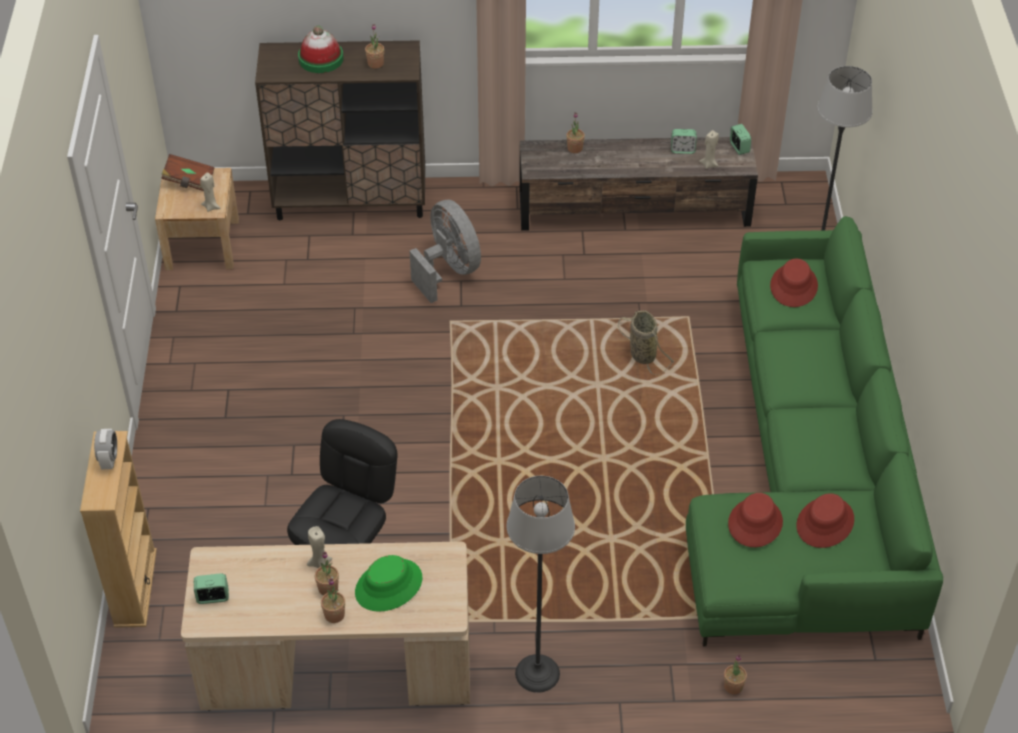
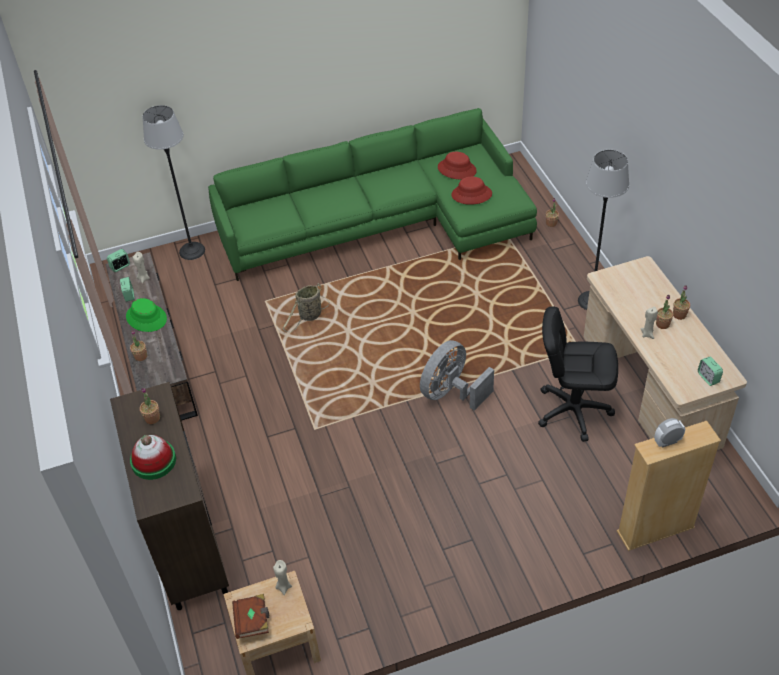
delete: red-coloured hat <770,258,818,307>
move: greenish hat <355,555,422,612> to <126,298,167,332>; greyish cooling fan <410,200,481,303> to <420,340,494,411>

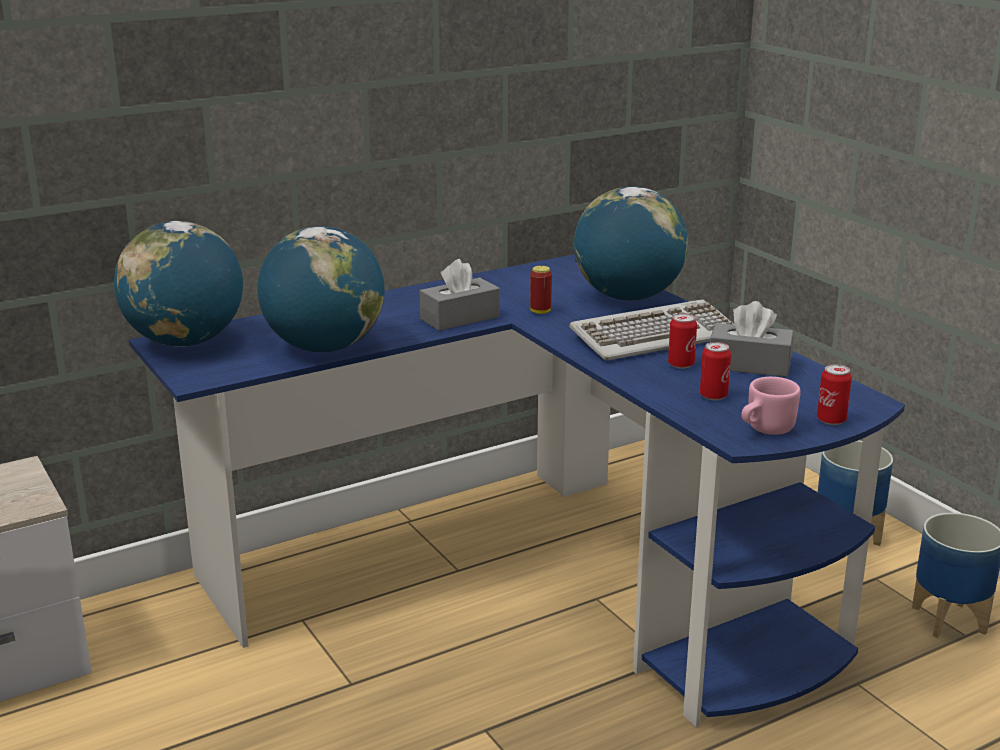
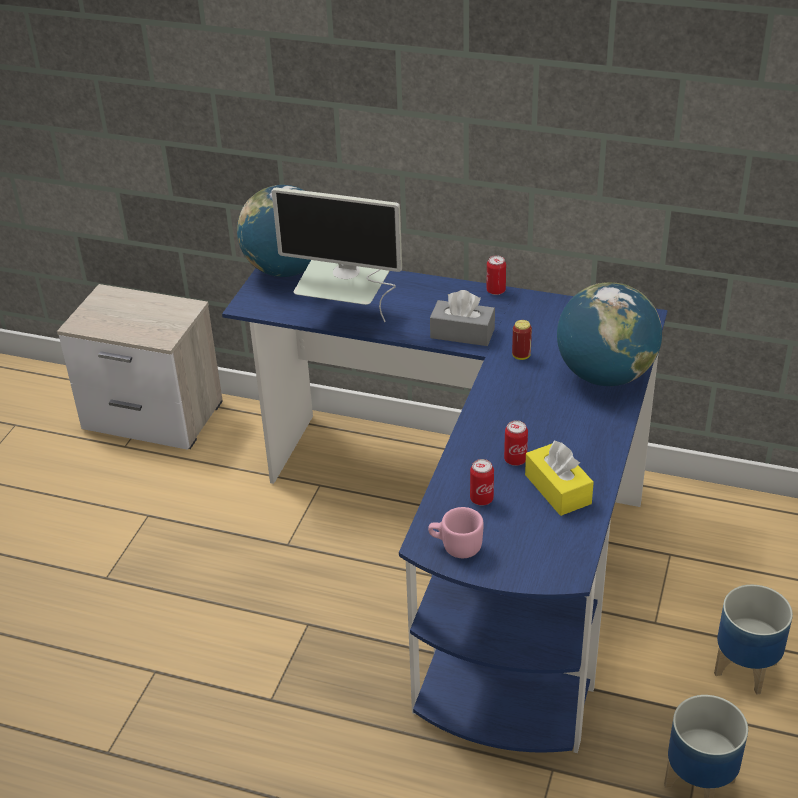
delete: keyboard <569,299,735,360>
move: can <817,364,852,425> to <487,255,506,295>
replace: globe <257,226,385,352> to monitor <272,188,402,322>
recolor: greyish tissue holder <710,301,794,377> to yellow tissue holder <525,441,594,516>

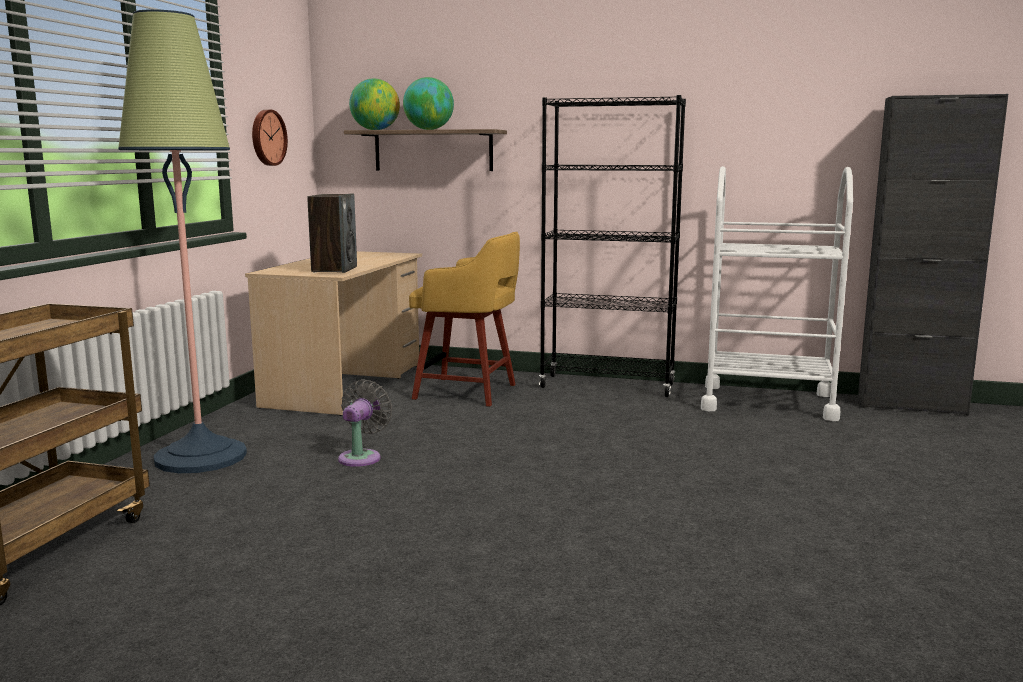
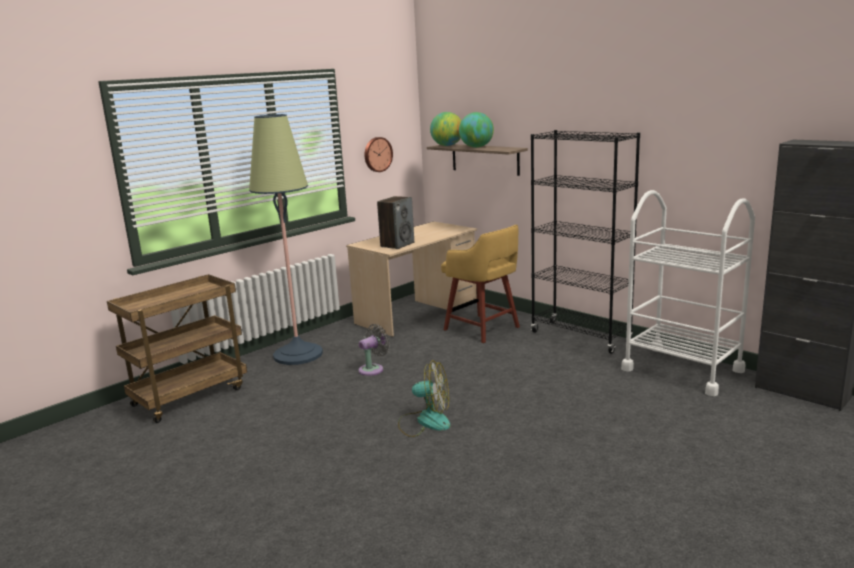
insert: cooling fan <398,360,450,437>

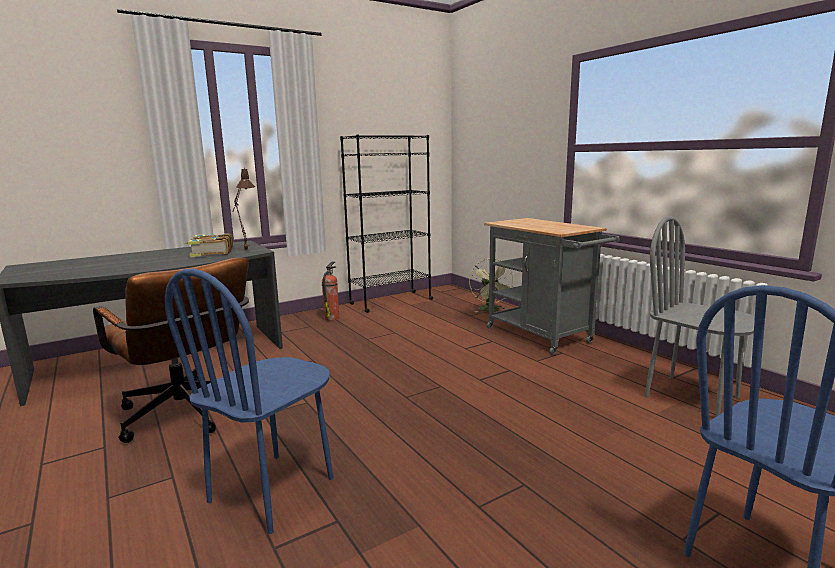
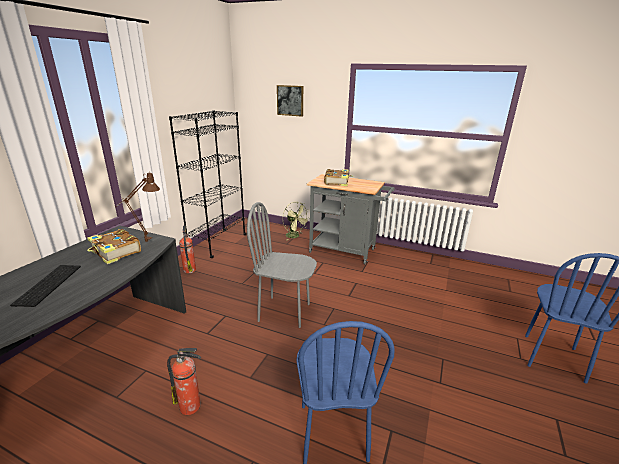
insert: keyboard <10,265,81,307>; wall art <277,85,303,117>; book <324,169,353,186>
move: greyish plain chair <645,216,755,417> to <247,202,317,328>
replace: brown-coloured desk chair <93,258,249,443> to extinguisher <167,348,201,415>

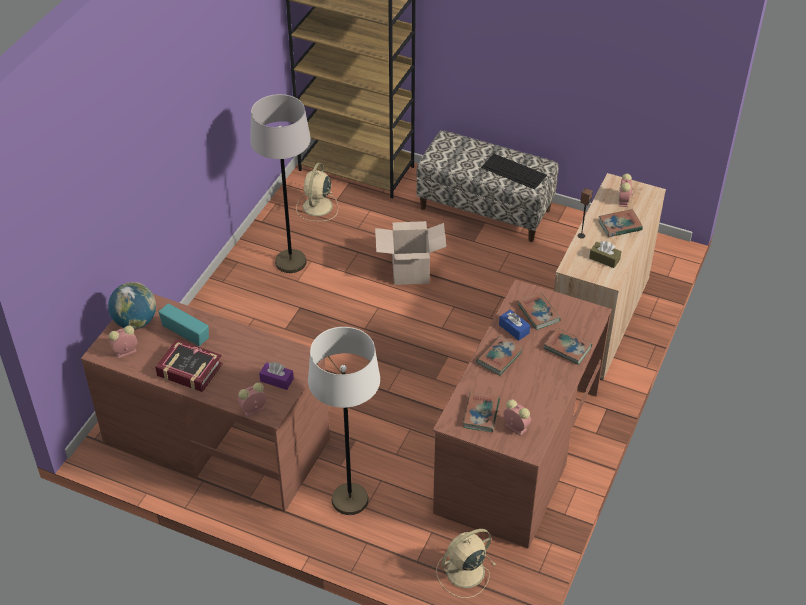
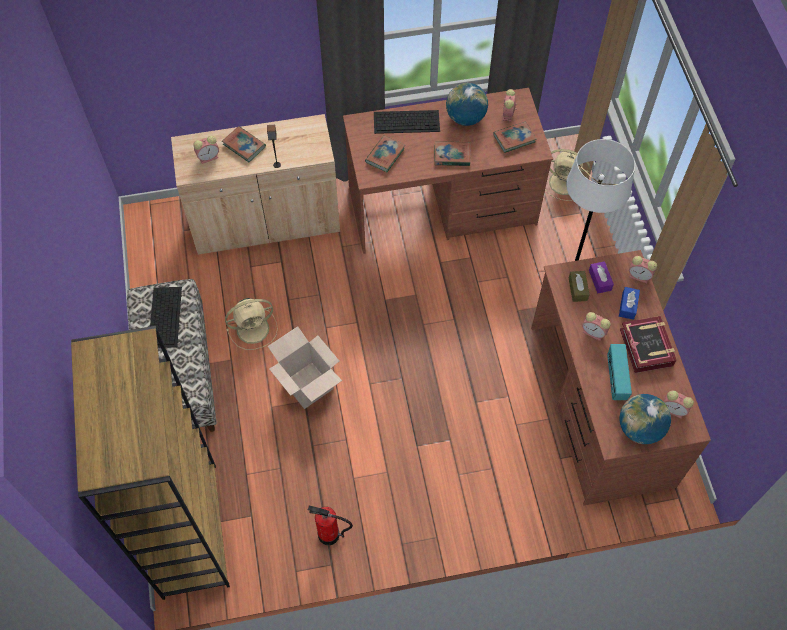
delete: greyish standing lamp <250,94,311,273>
insert: extinguisher <308,506,353,545>; globe <446,83,488,126>; alarm clock <582,312,611,341>
move: beige cooling fan <296,163,338,222> to <225,298,278,350>; blue-coloured tissue holder <499,310,530,341> to <619,287,640,320>; brown-coloured tissue holder <589,241,622,268> to <569,271,590,302>
replace: book <544,328,592,365> to keyboard <374,110,440,134>

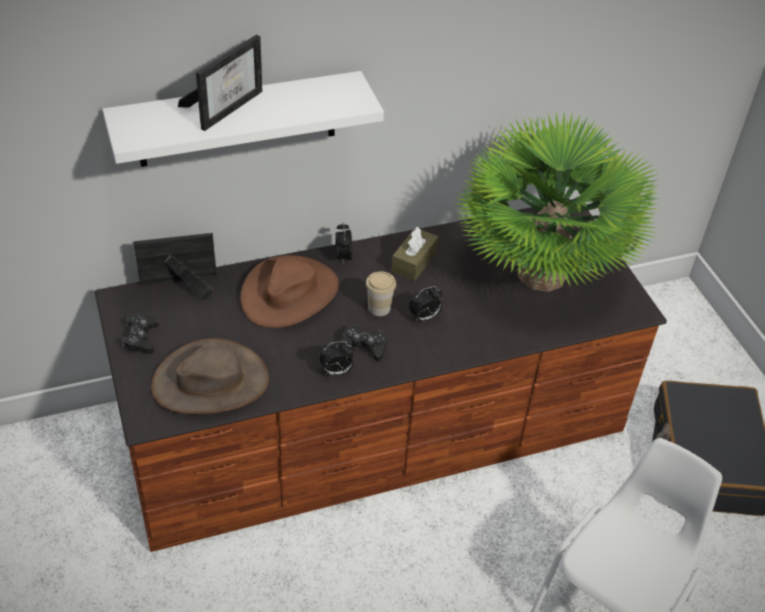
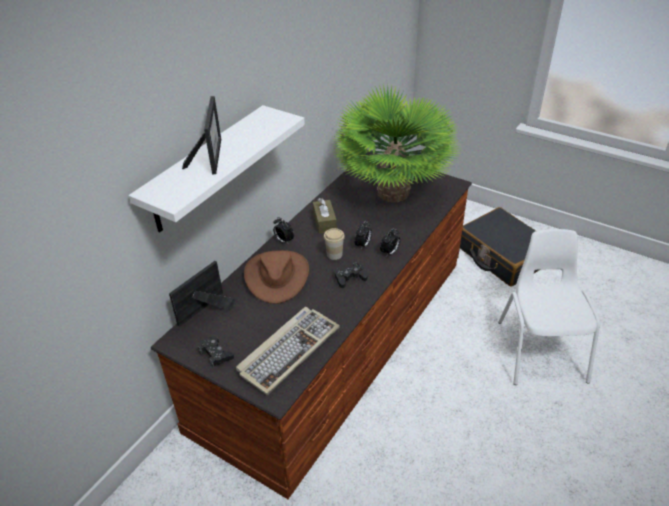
move: alarm clock <319,341,354,376> to <380,228,400,255>
replace: brown-coloured hat <151,338,269,414> to keyboard <236,307,340,395>

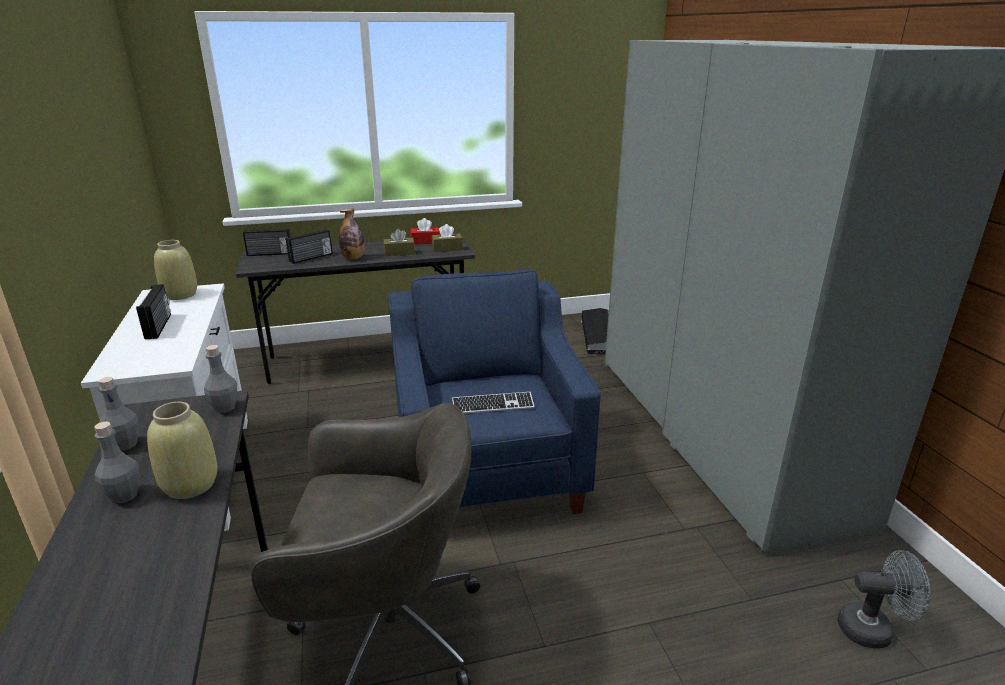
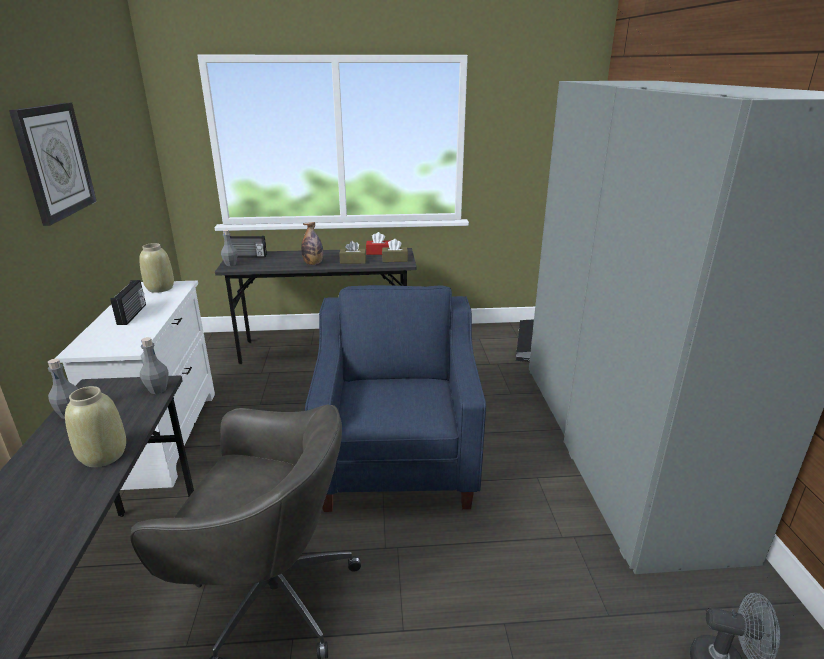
delete: radio <286,229,333,264>; keyboard <452,392,535,413>
insert: clock on the wall <9,103,97,226>
move: greyish beverage bottle <94,422,140,503> to <221,230,238,266>

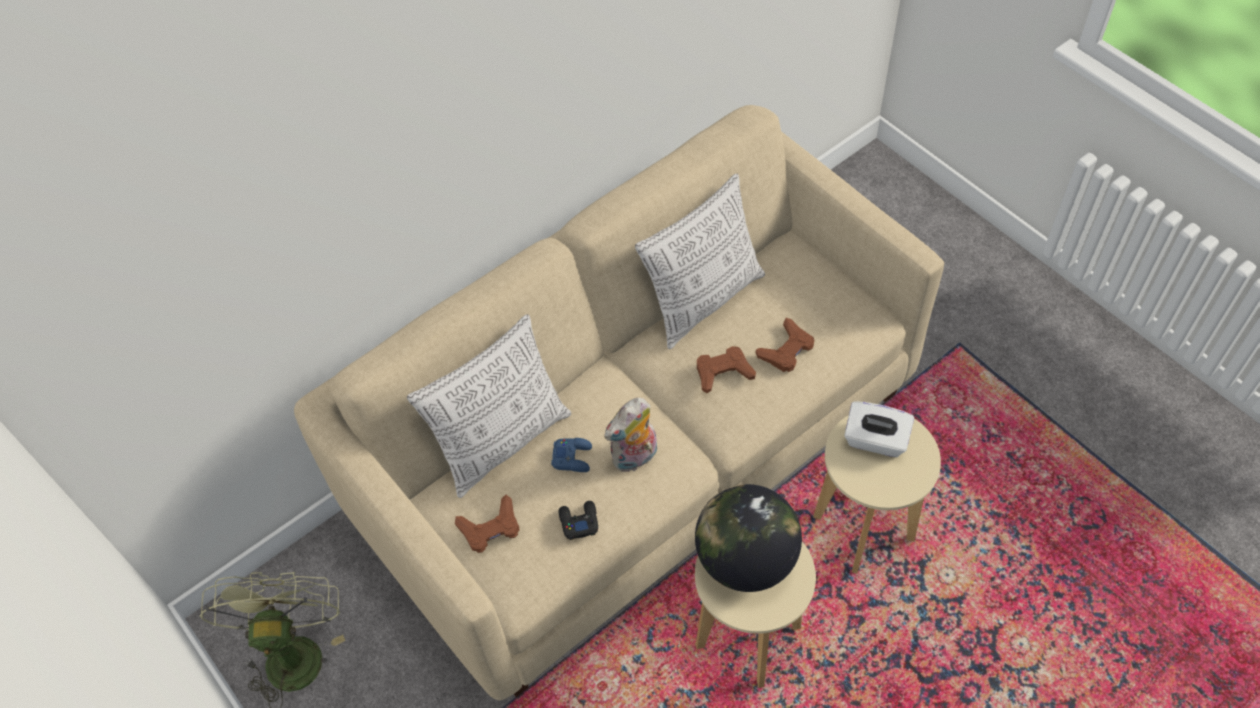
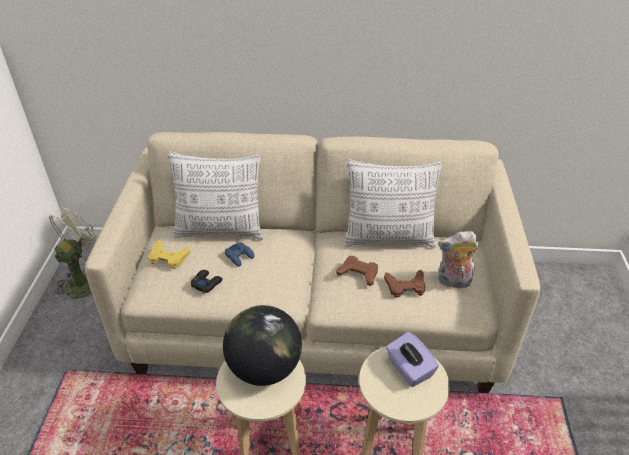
move: cuddly toy <604,398,657,472> to <438,231,479,288>
recolor: brown-coloured gamepad <455,495,520,553> to yellow gamepad <148,240,191,269>; whitish tissue holder <844,402,914,457> to purplish tissue holder <386,331,439,387>

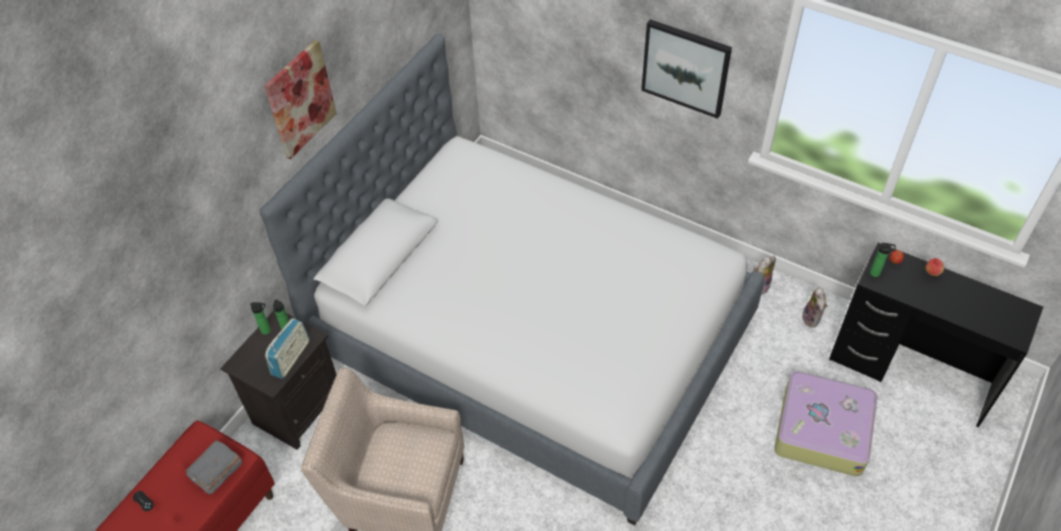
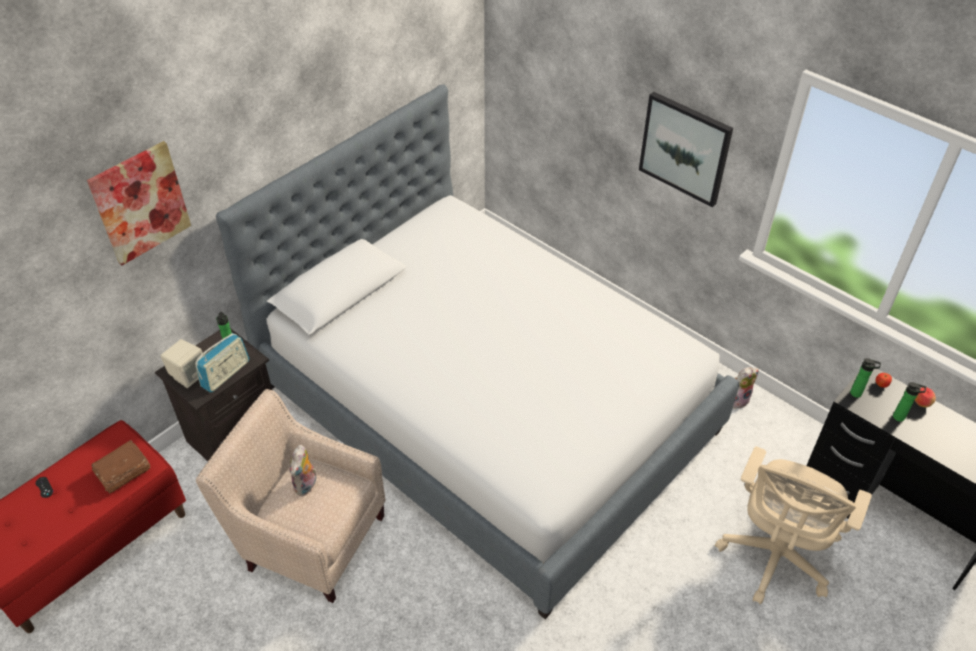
insert: beige loudspeaker <160,339,204,388>
move: beverage bottle <250,302,271,335> to <893,382,926,422>; wall art <264,40,337,159> to <87,141,191,265>; cuddly toy <801,287,828,328> to <290,445,316,496>
replace: piece of luggage <774,370,877,476> to beige desk chair <715,446,872,605>
recolor: greyish book <186,439,242,494> to brown-coloured book <91,440,150,493>

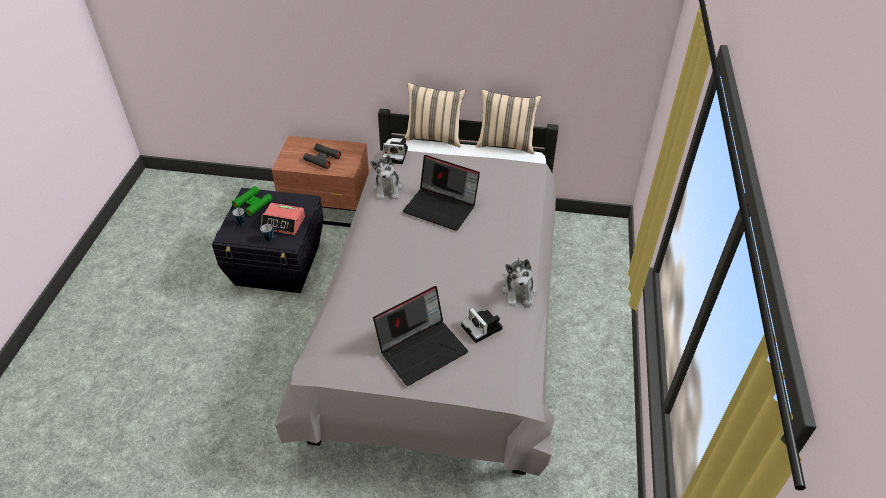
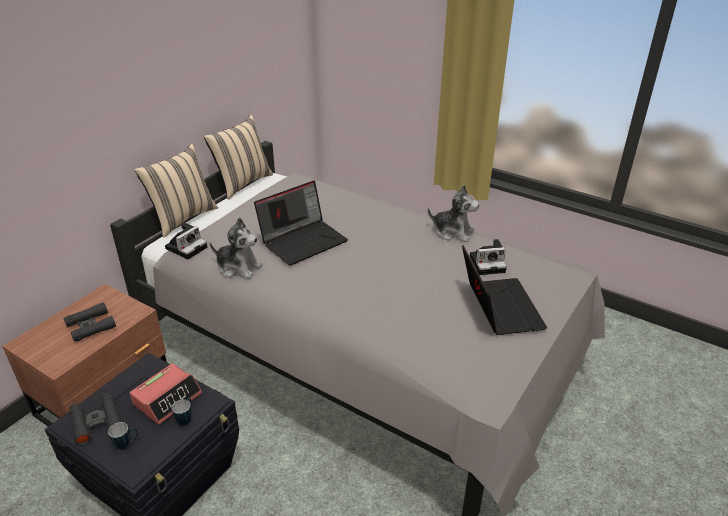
recolor: greenish field glasses <232,186,273,216> to black-coloured field glasses <69,393,122,446>

